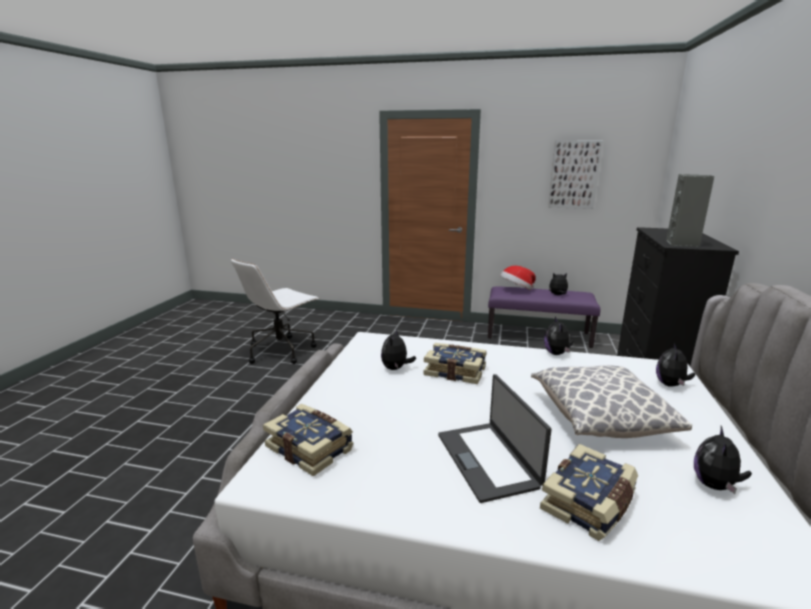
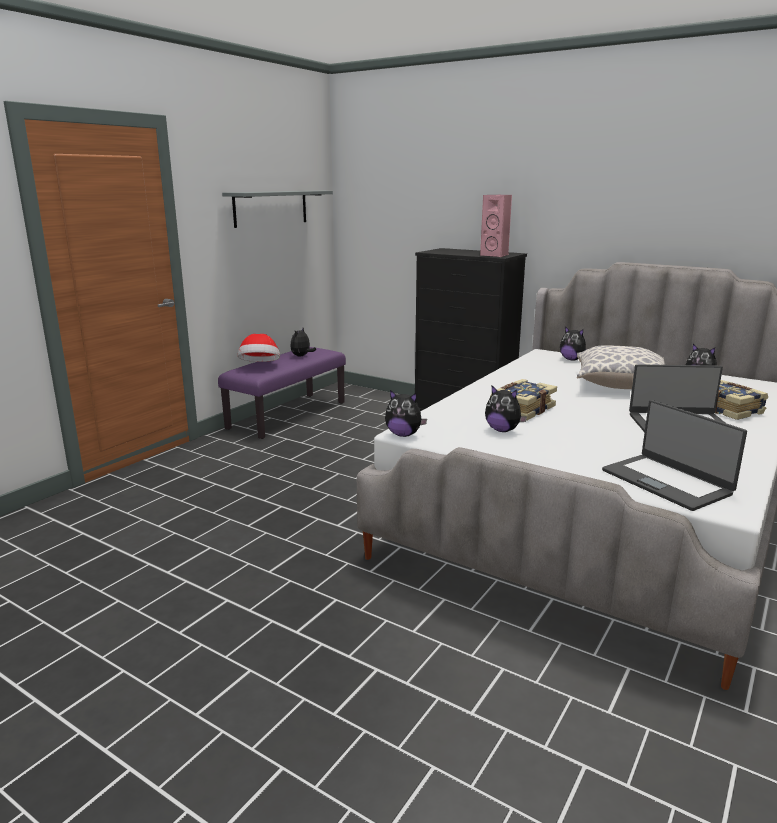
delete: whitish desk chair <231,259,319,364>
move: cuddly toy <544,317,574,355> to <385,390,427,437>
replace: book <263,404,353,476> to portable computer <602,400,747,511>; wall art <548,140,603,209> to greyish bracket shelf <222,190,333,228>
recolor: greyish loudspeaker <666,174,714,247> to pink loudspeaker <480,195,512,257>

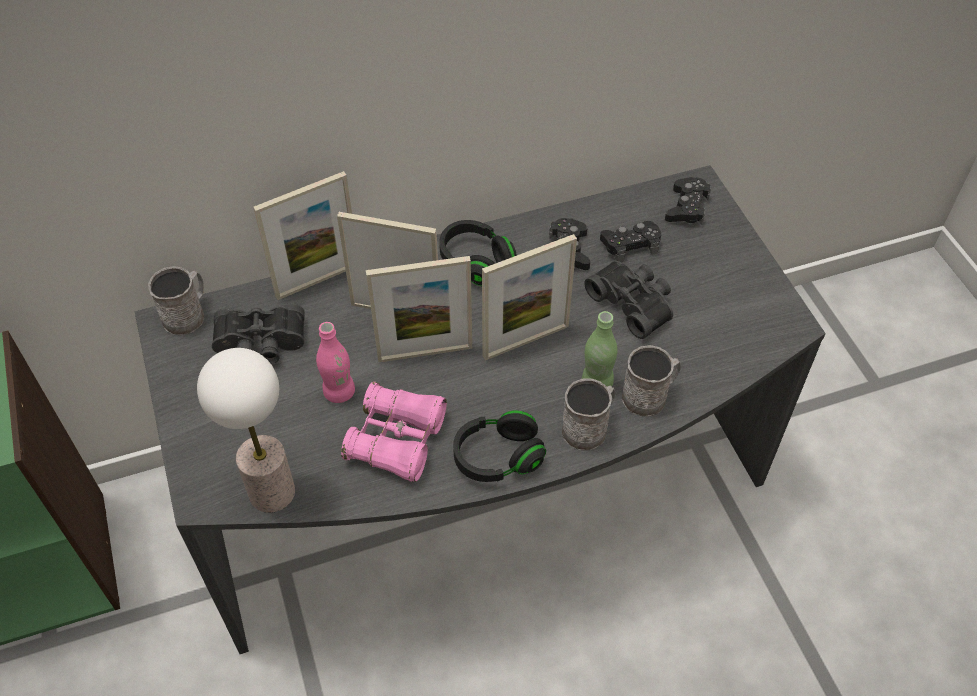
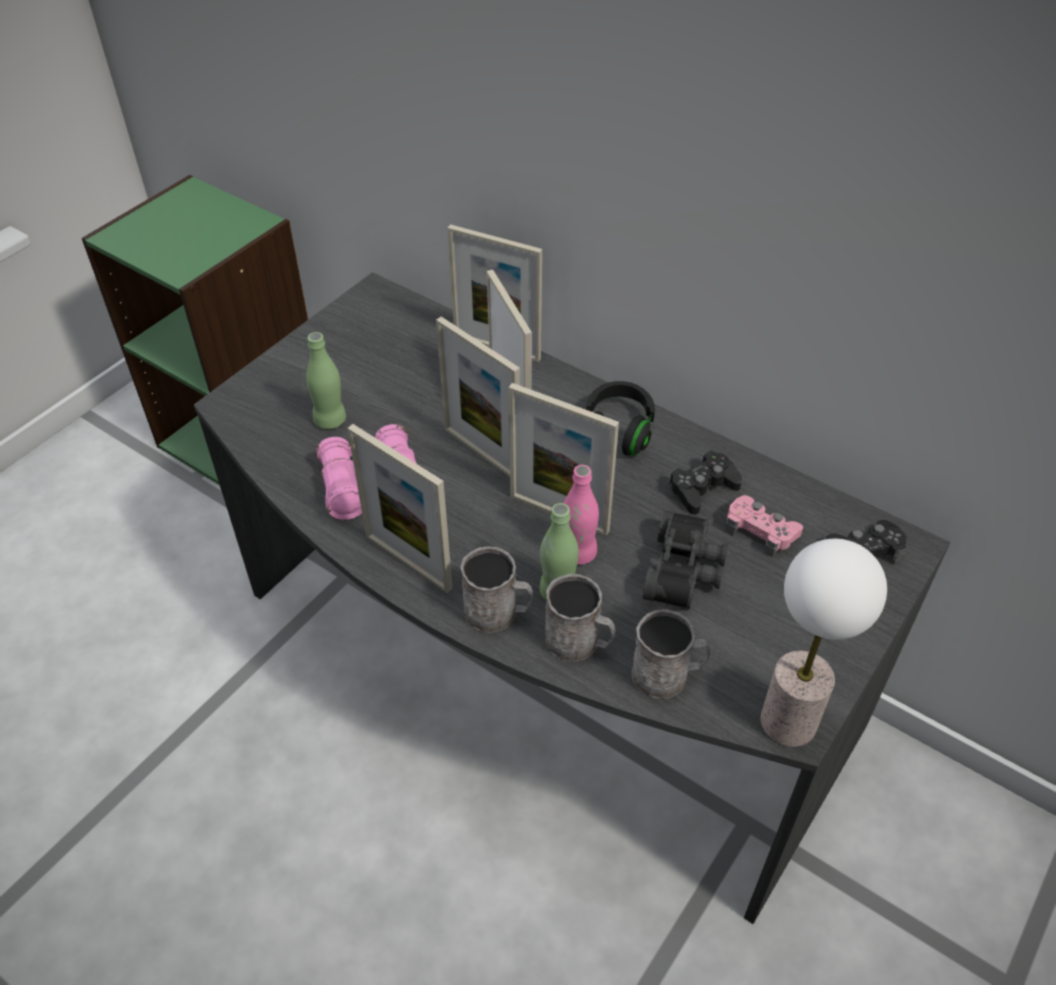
delete: black-coloured field glasses <212,303,305,364>
insert: greenish beverage bottle <306,332,346,429>
move: greyish mug <148,266,204,335> to <632,609,710,699>; tabletop lamp <197,348,295,513> to <761,539,887,747>; pink beverage bottle <316,322,355,403> to <564,465,599,565>
replace: black-coloured headset <453,410,546,482> to standing frame <347,424,453,593>
recolor: black-coloured gamepad <600,221,661,262> to pink gamepad <725,495,803,557>

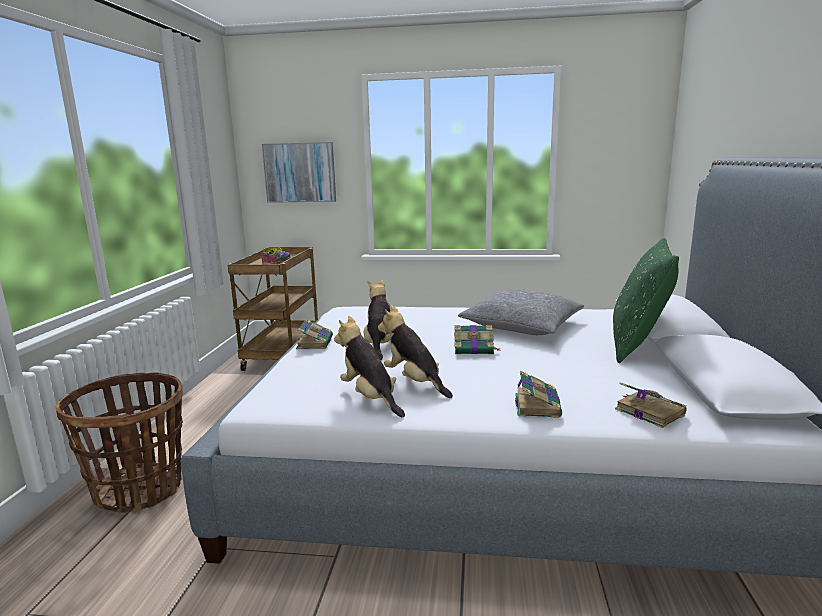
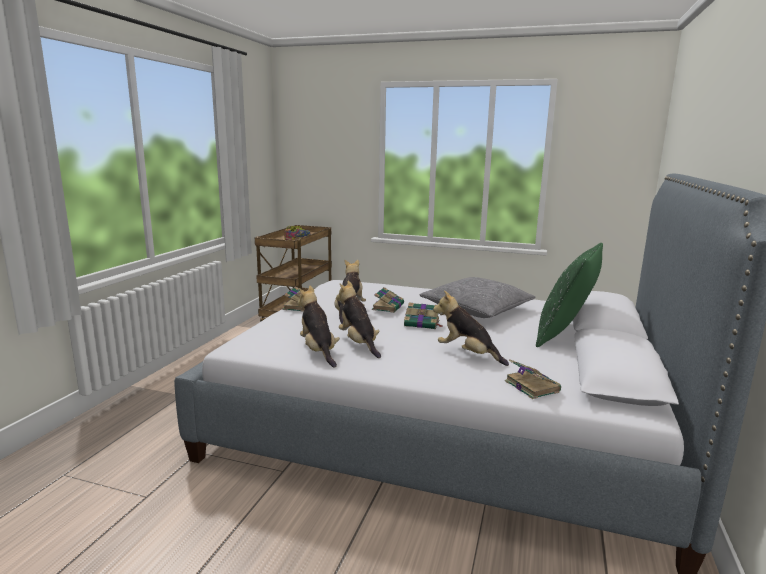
delete: household basket <56,373,183,513>; wall art <262,142,336,203>
insert: cuddly toy <433,290,509,366>
move: book <515,370,562,418> to <372,287,404,313>

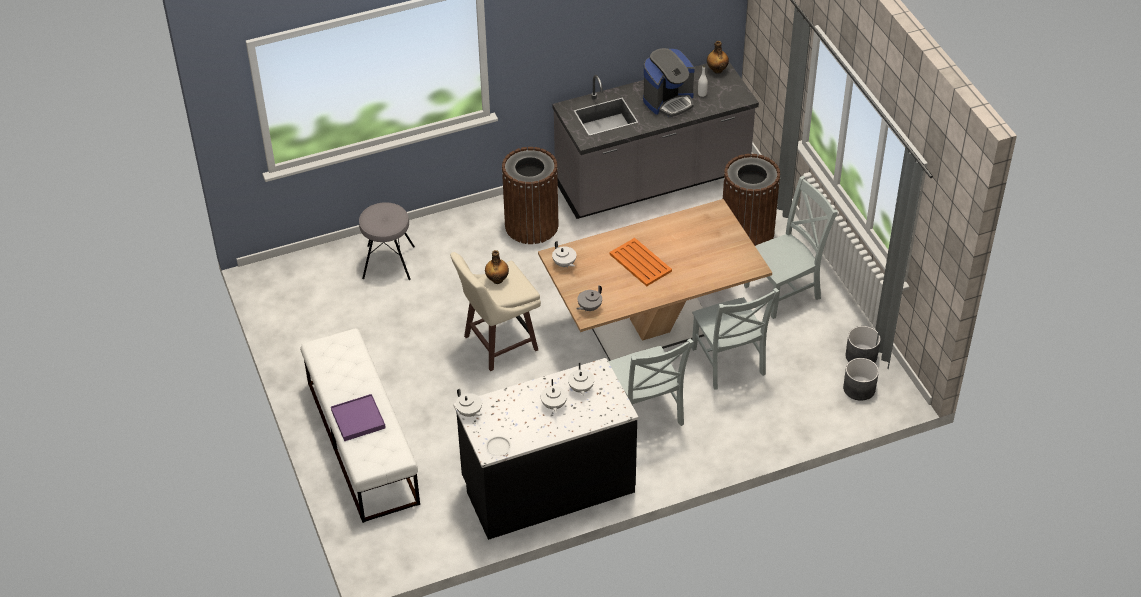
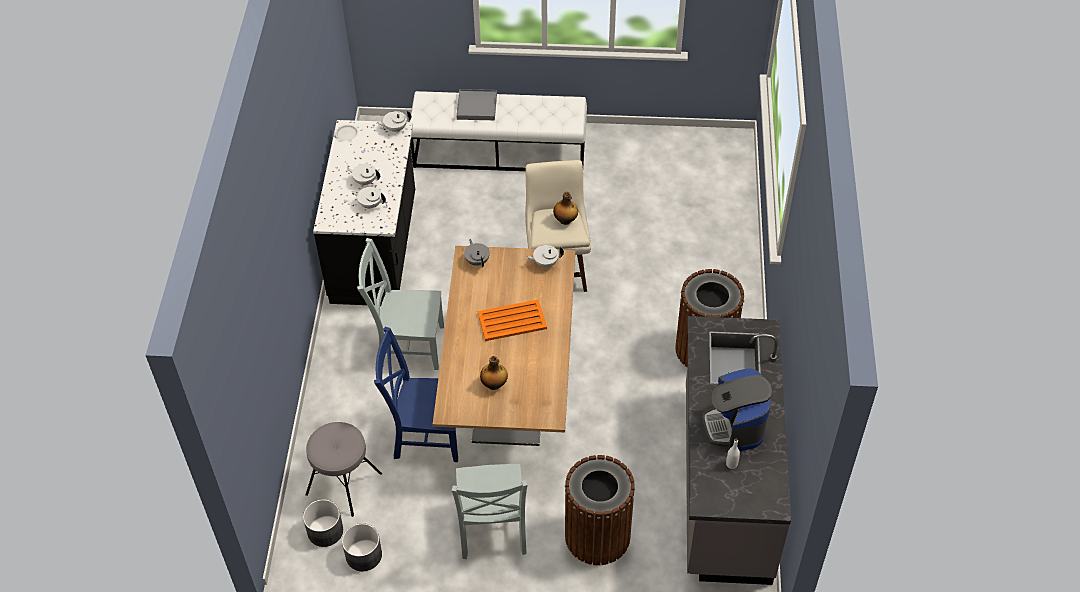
move: greyish stool <359,202,415,280> to <306,422,382,517>; beverage bottle <707,41,729,74> to <480,356,508,390>
recolor: purplish tray <331,394,386,441> to greyish tray <456,89,497,120>; greyish plain chair <691,288,779,390> to blue-coloured plain chair <374,327,458,462>

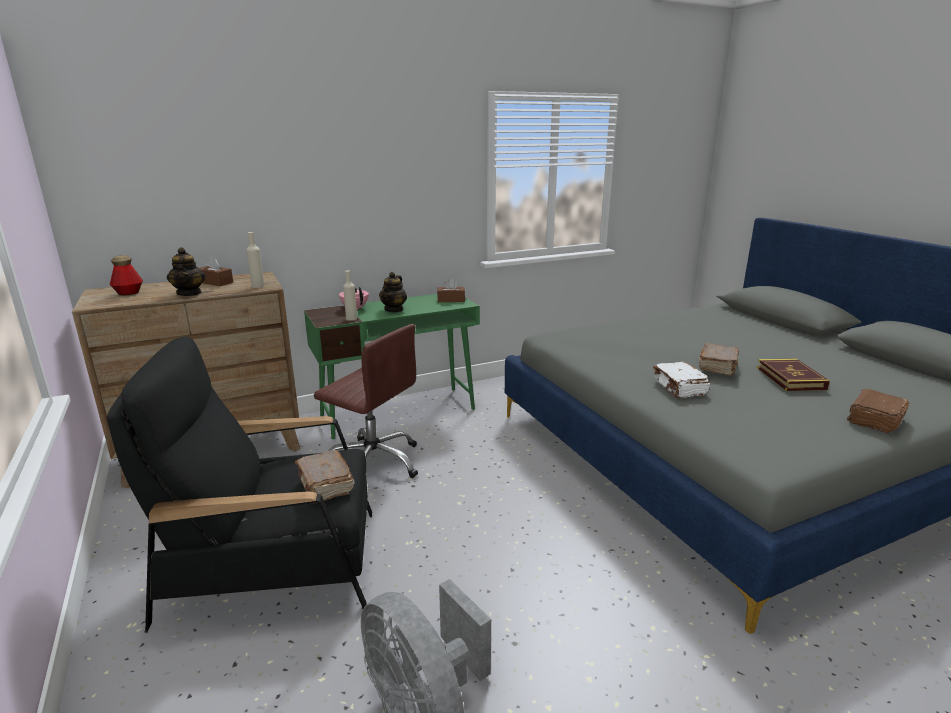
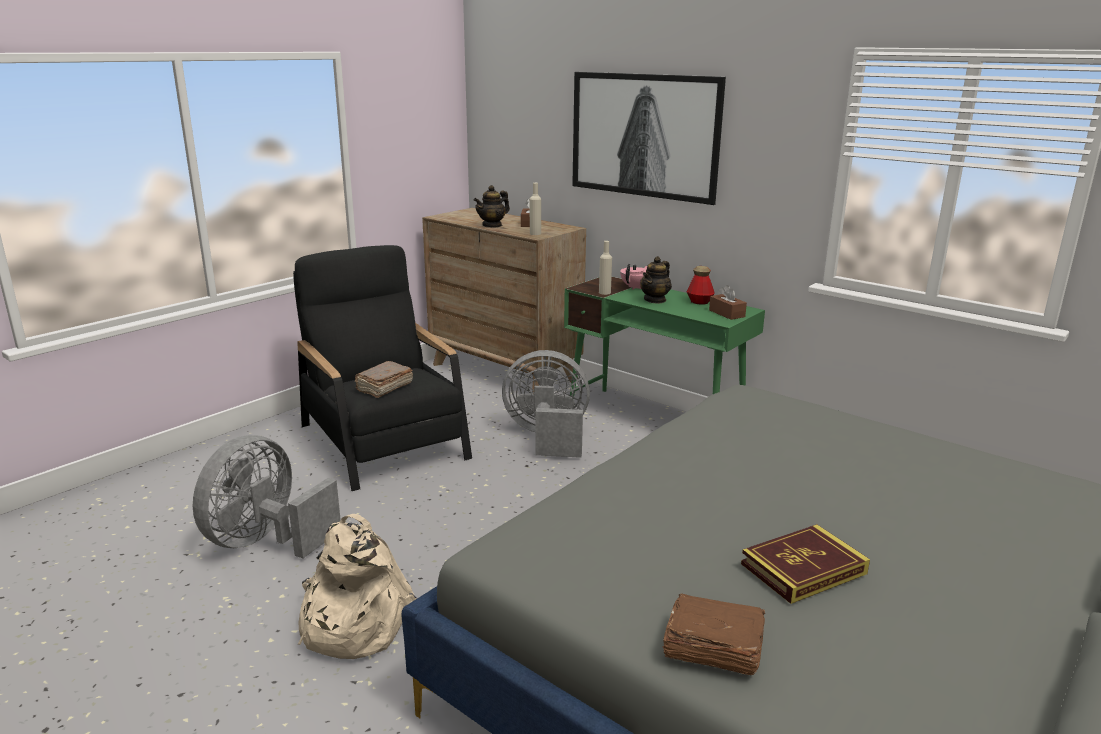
delete: whitish book <653,362,710,399>; brown-coloured book <699,343,739,375>
insert: beige rucksack <298,514,417,659>; wall art <572,72,726,205>
move: beverage bottle <110,255,143,295> to <687,266,714,305>
replace: brown-coloured desk chair <314,324,418,478> to greyish cooling fan <502,350,590,458>
rotate: pot for tea <379,272,407,312> = <640,256,672,304> 45 degrees counterclockwise

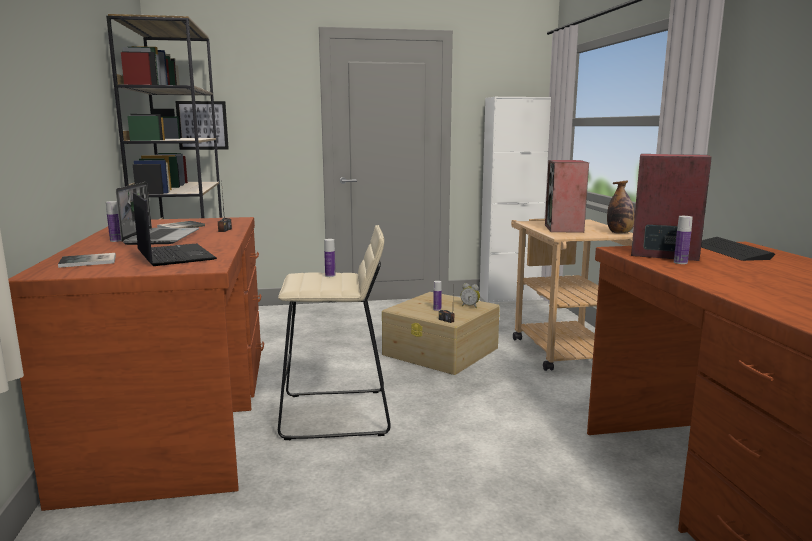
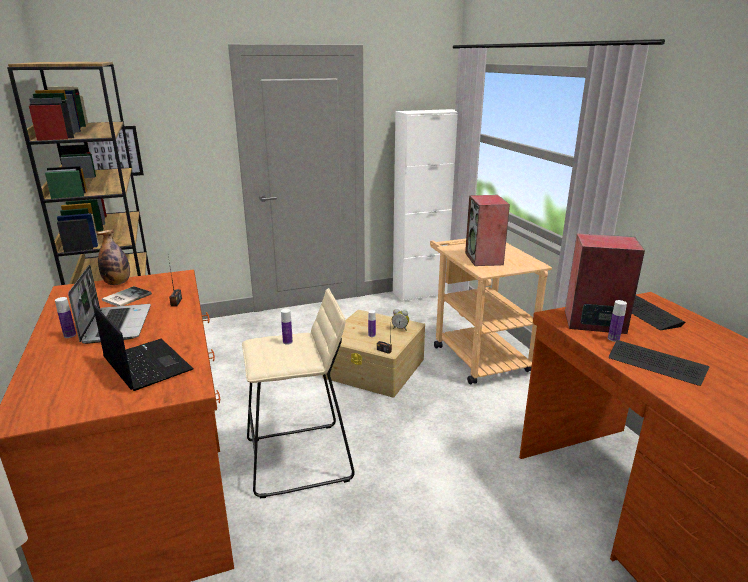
delete: book <58,253,116,268>
insert: keyboard <609,340,710,386>
move: beverage bottle <607,181,635,234> to <97,229,130,285>

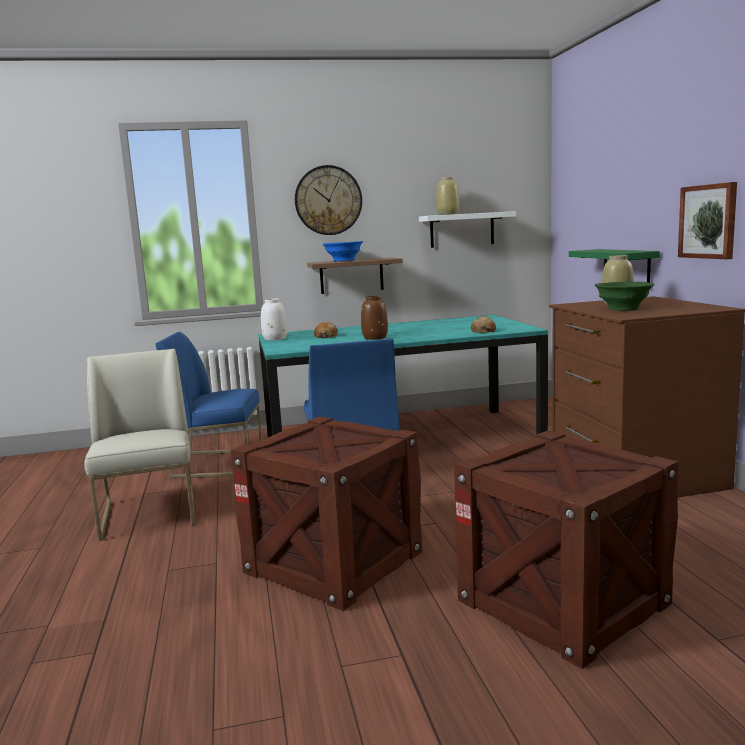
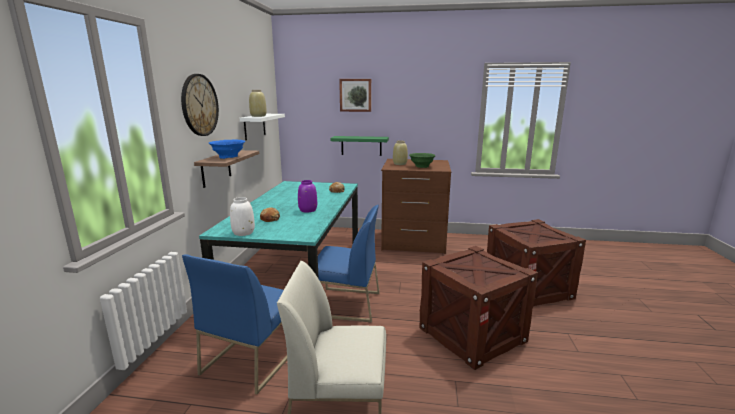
move: wall art <678,182,737,259> to <339,79,371,112>
recolor: brown-coloured vase <361,296,388,340> to purplish vase <298,180,317,213>

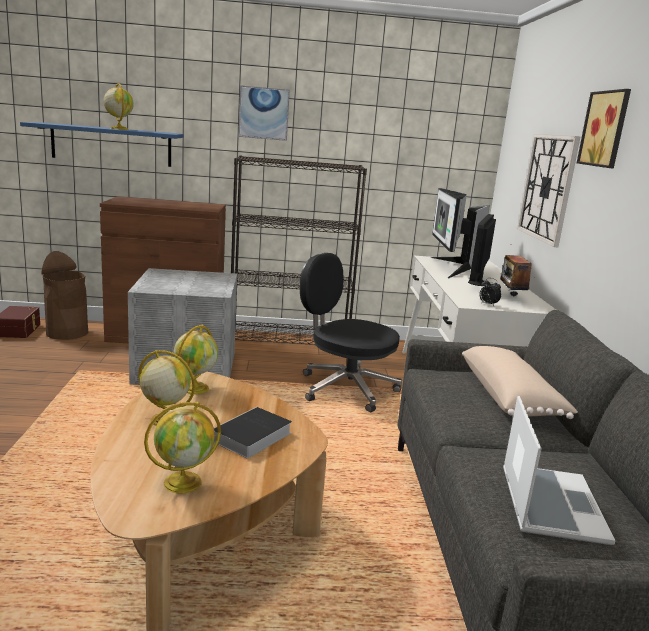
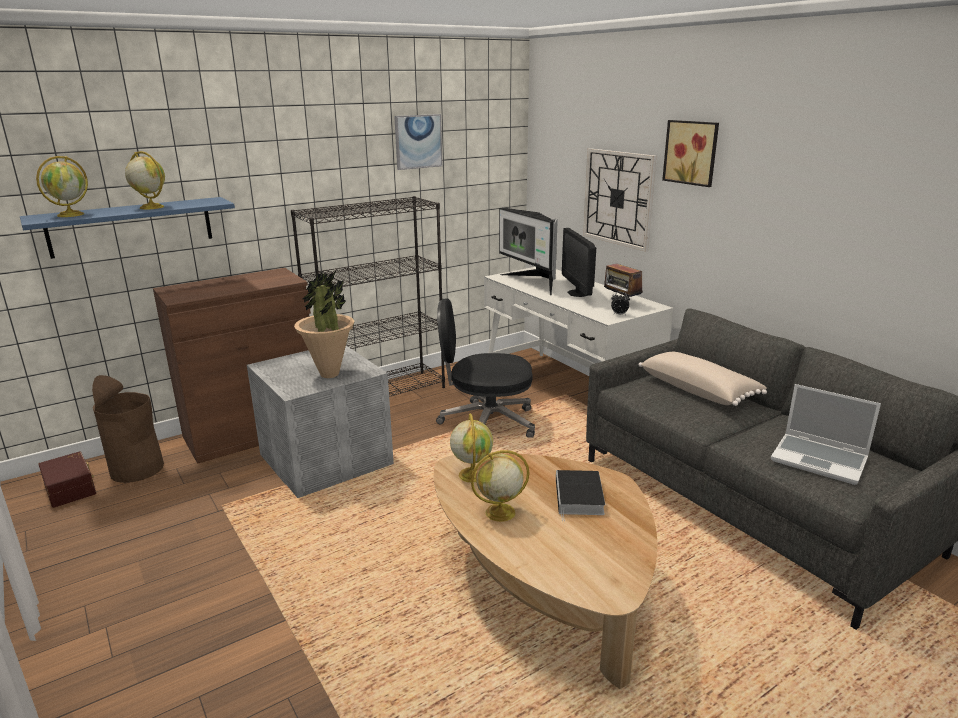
insert: potted plant <294,271,354,378>
move: globe <144,402,221,494> to <36,156,88,217>; wall art <239,85,290,141> to <394,114,443,170>
rotate: portable computer <503,396,616,545> = <771,384,881,485> 150 degrees clockwise

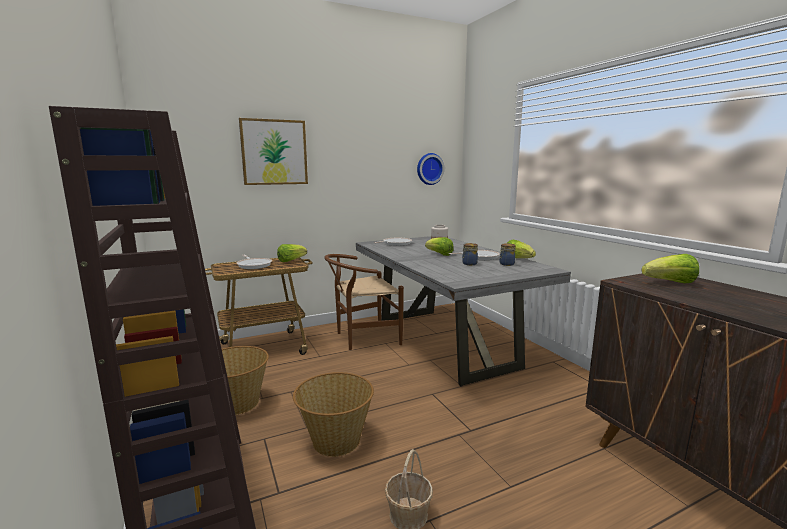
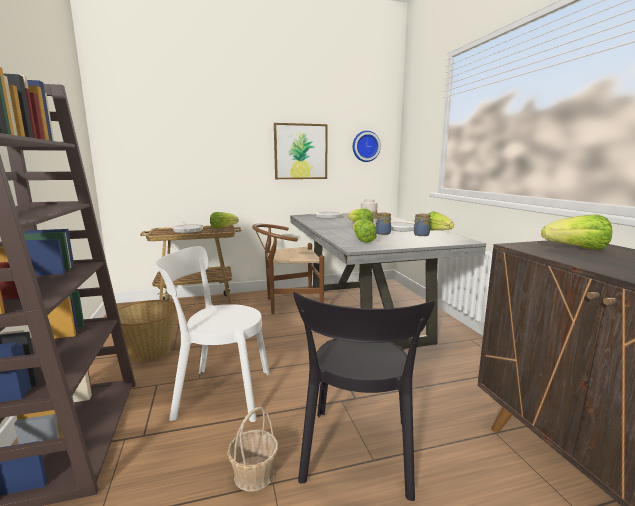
insert: black-coloured plain chair <293,292,435,501>; head of lettuce <353,219,377,243>
move: wall art <239,118,308,185> to <274,123,328,179>
replace: household basket <293,372,374,457> to whitish plain chair <155,246,270,422>

